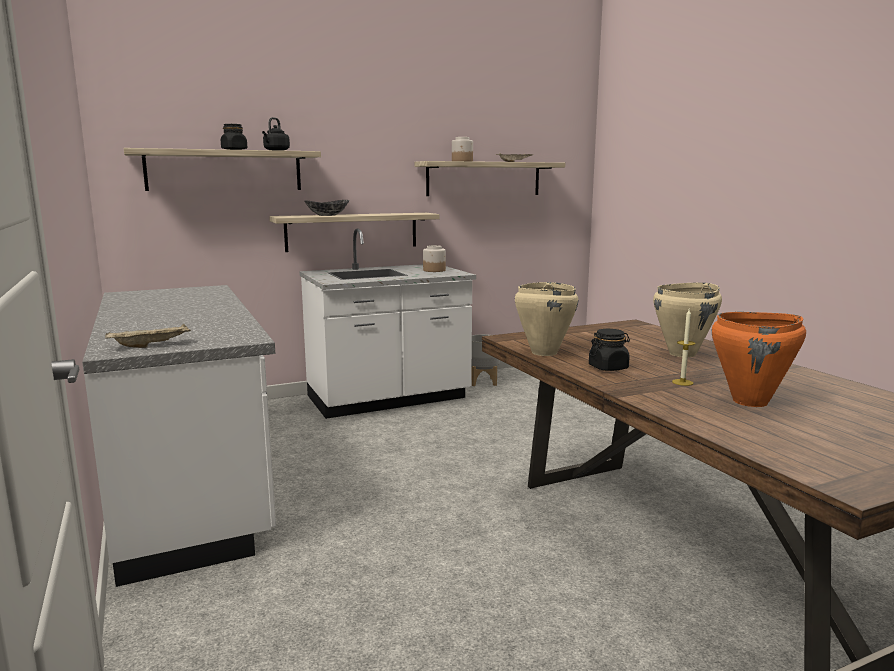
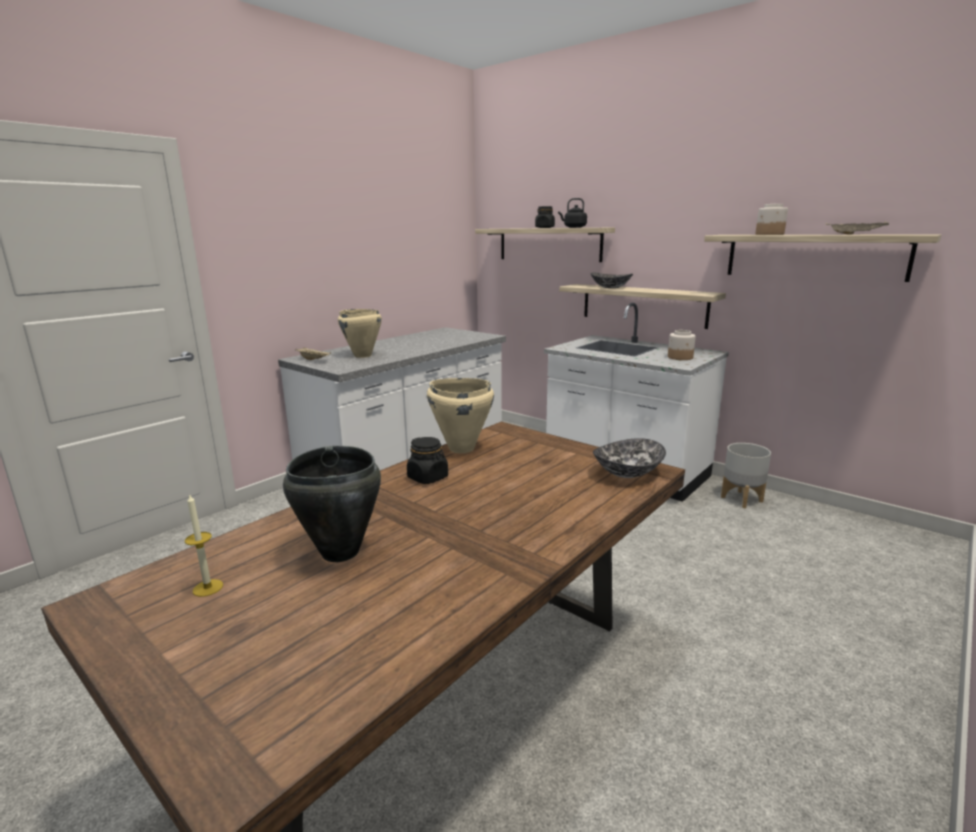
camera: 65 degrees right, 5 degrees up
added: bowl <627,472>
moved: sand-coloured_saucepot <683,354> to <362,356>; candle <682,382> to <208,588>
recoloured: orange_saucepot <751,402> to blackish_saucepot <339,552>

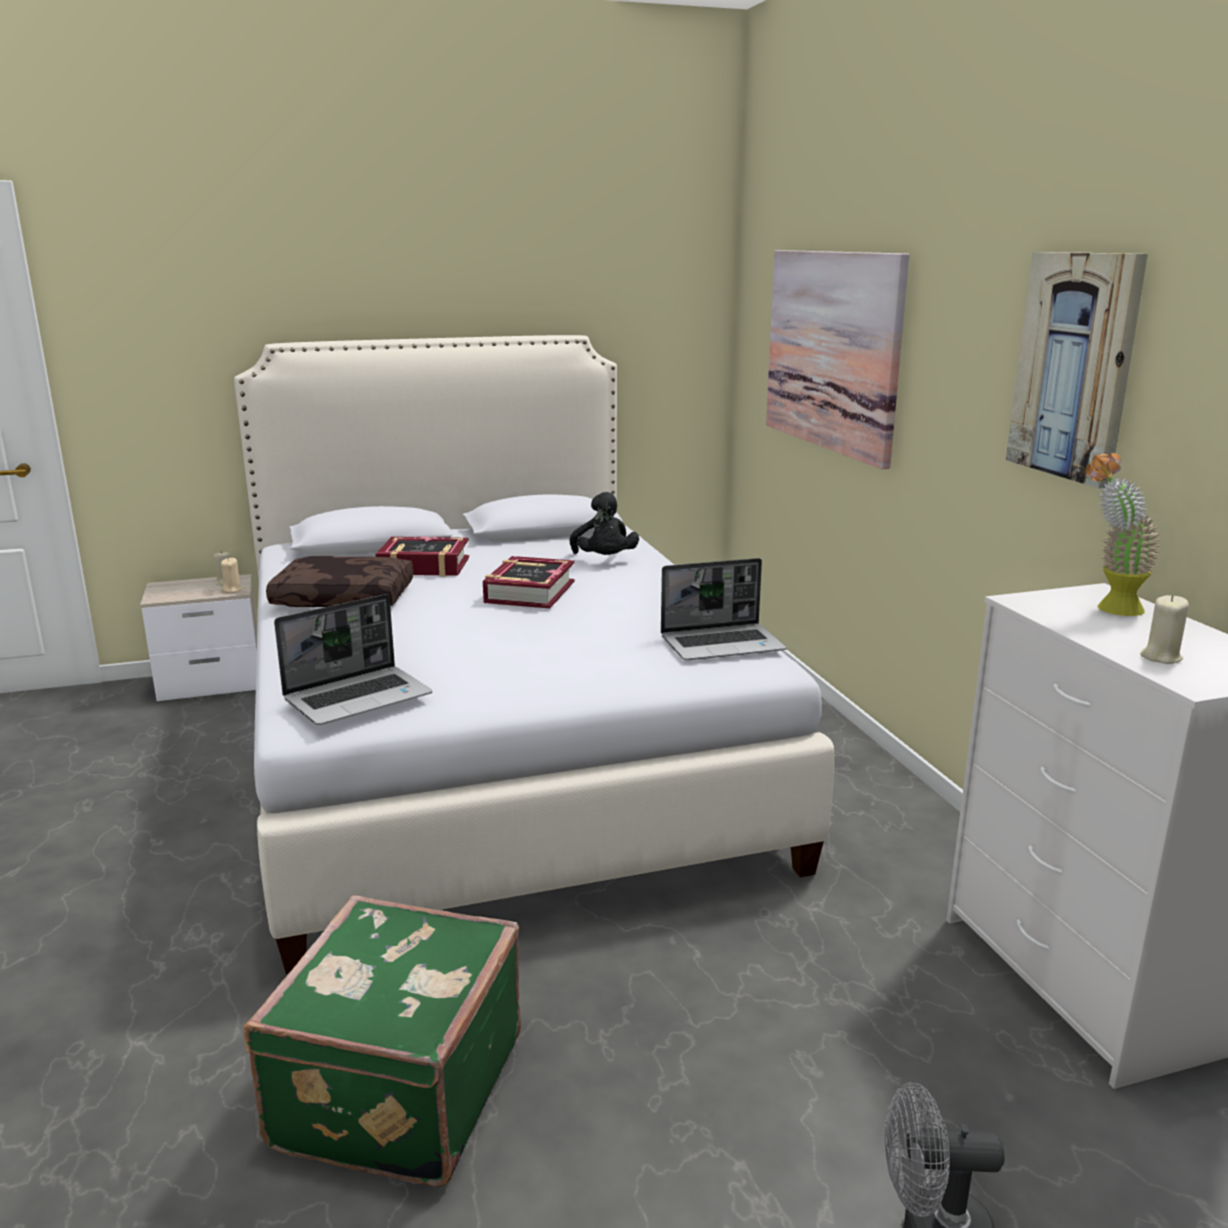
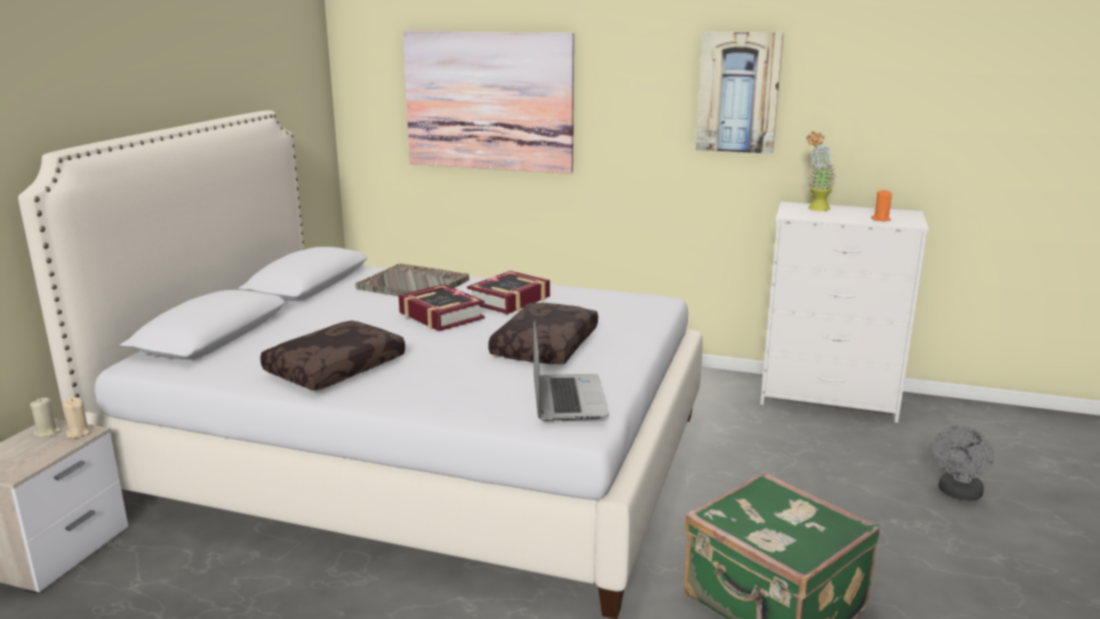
camera: 55 degrees left, 0 degrees up
removed: laptop <723,644>
added: brownish_pillow <544,345>
moved: volume <424,566> to <509,300>
replaced: blackish_cuddly_toy <604,560> to gray_carrying_tray <414,285>
recoloured: sand-coloured_candle <1160,657> to orange_candle <880,219>

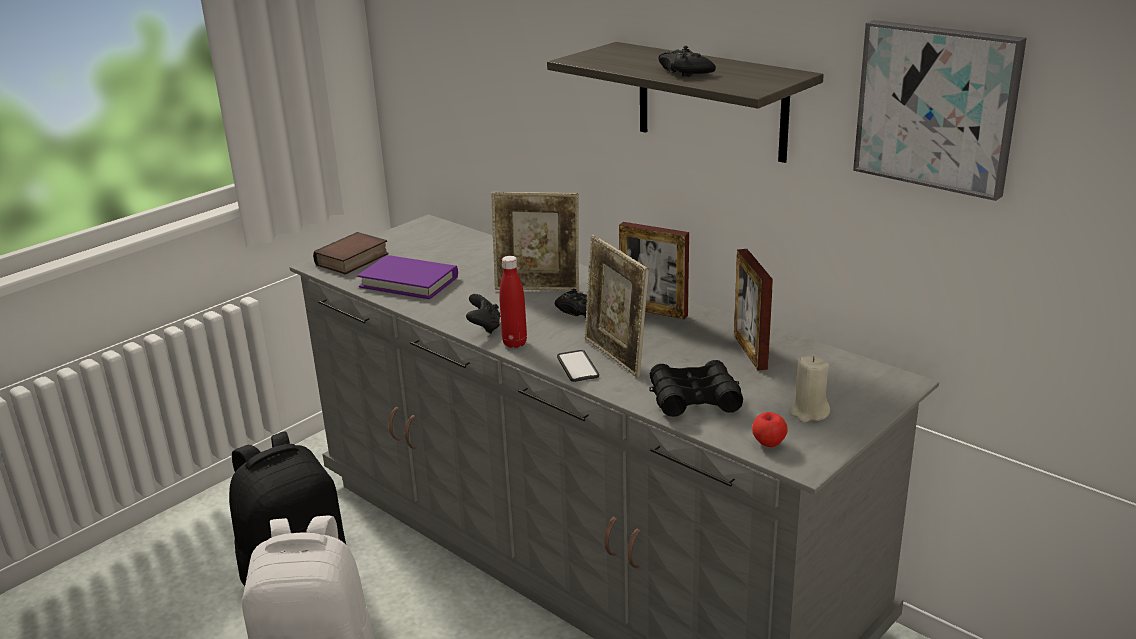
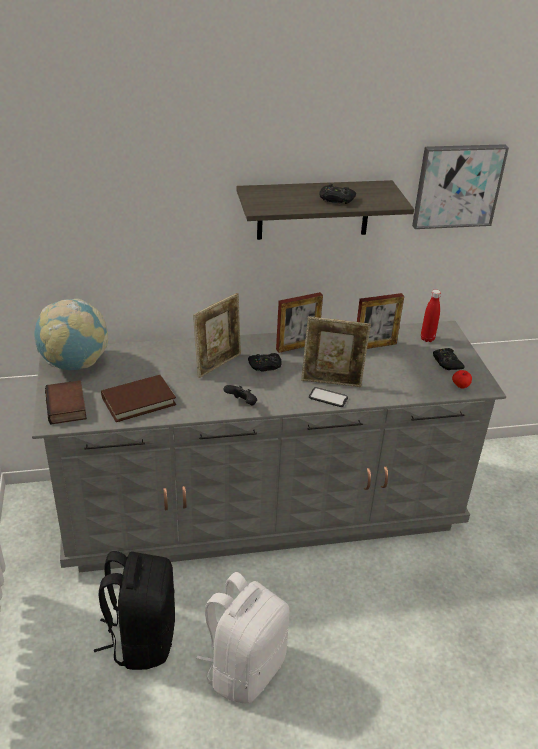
camera: 55 degrees left, 10 degrees up
removed: blackish_field_glasses <694,399>
added: world_globe <75,364>
moved: red_drink_bottle <514,343> to <427,339>
replaced: sand-coloured_candle <809,413> to blackish_game_controller <446,363>
recoloured: purple-coloured_volume <409,282> to brownish_volume <138,401>
turned: standing_frame <750,352> = <375,345> 45 degrees counterclockwise

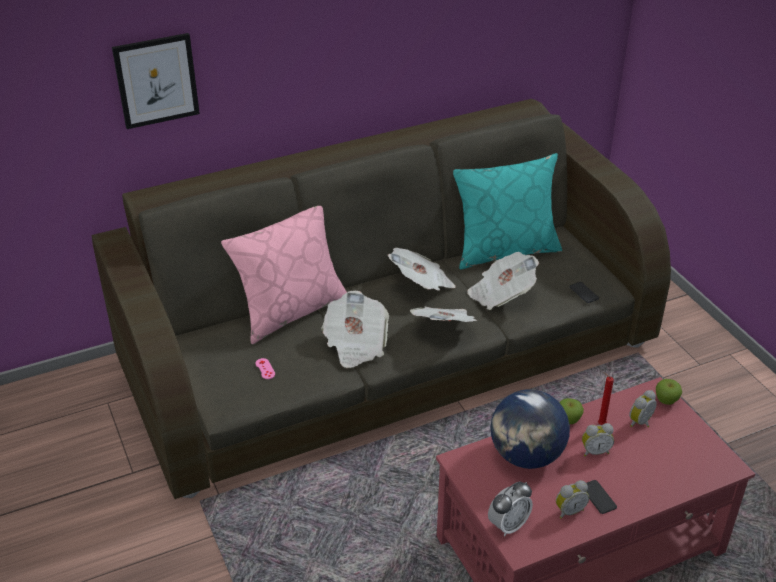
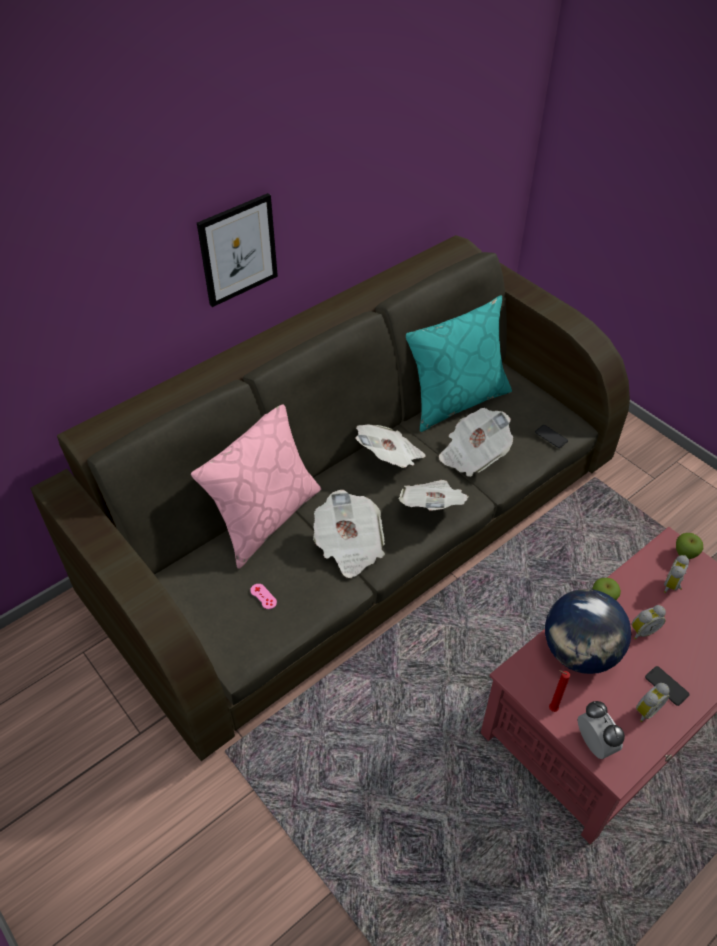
camera: 15 degrees left, 10 degrees up
moved: wall_art <156,80> to <238,250>; red_candle <600,424> to <551,709>
turned: alarm_clock <508,525> = <594,744> 60 degrees counterclockwise

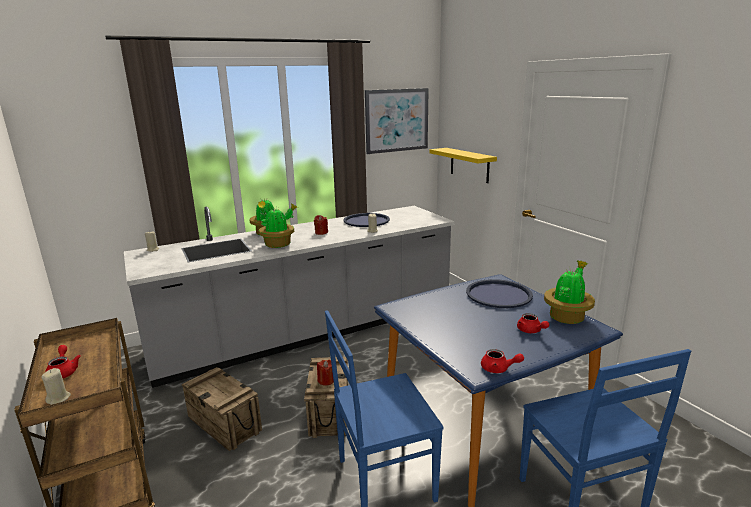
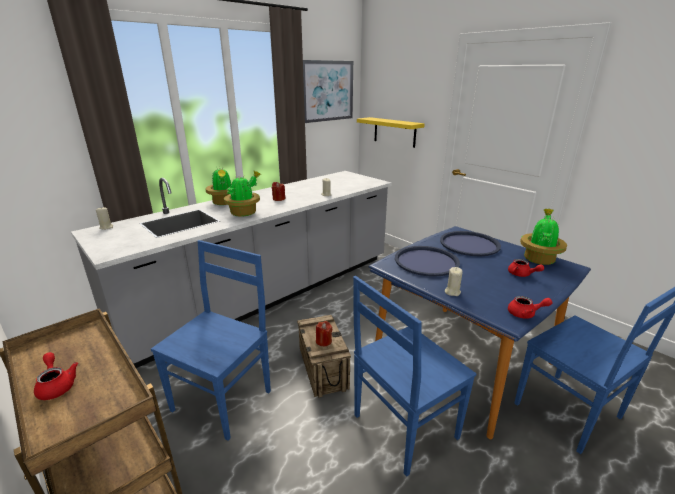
camera: 15 degrees left, 5 degrees up
moved: sand-coloured_candle <58,399> to <452,292>; blue-coloured_carrying_tray <366,221> to <426,261>
replaced: packing_crate <225,424> to blue-coloured_upright_chair <224,399>

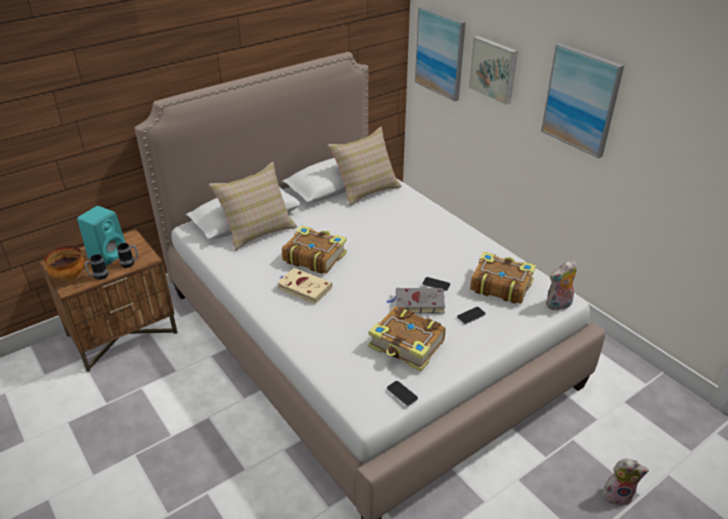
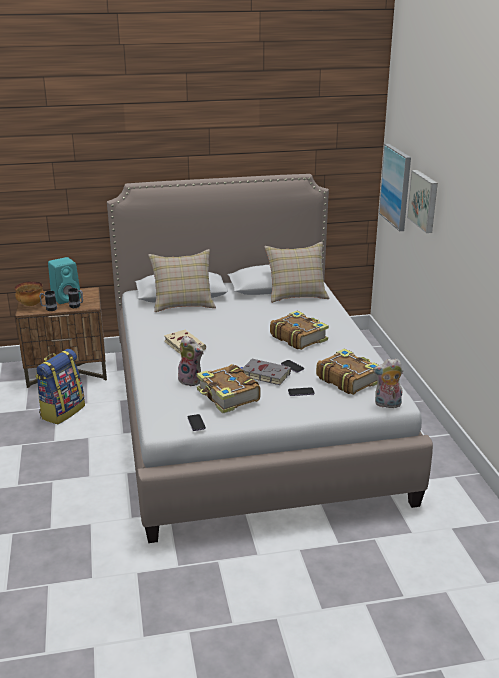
camera: 25 degrees right, 10 degrees down
removed: wall_art <581,100>
added: backpack <62,411>
moved: volume <314,257> to <298,337>; cuddly_toy <617,494> to <191,380>

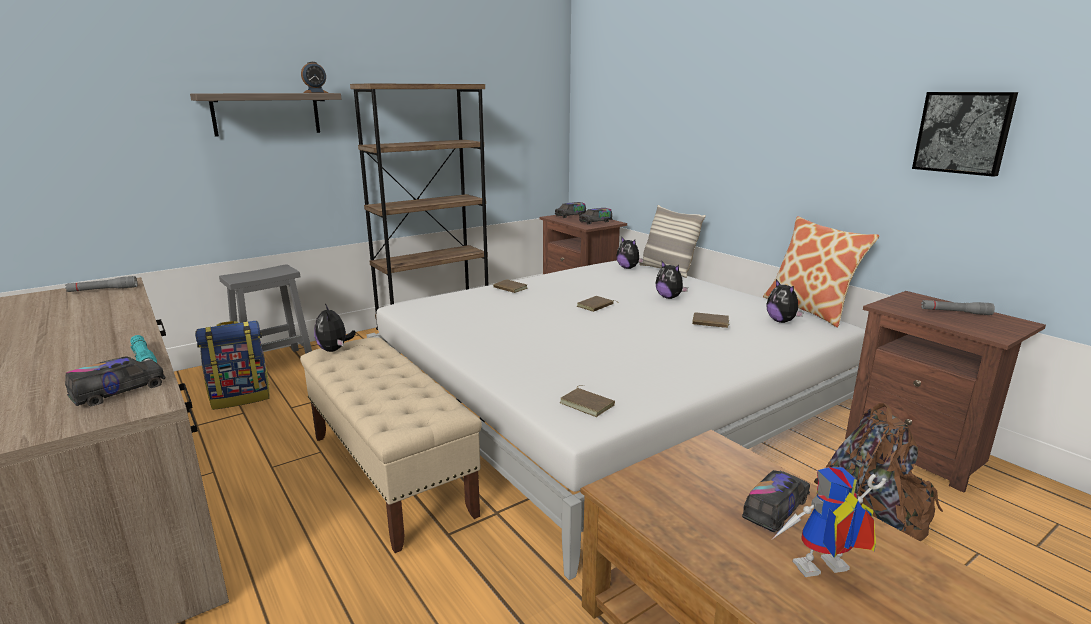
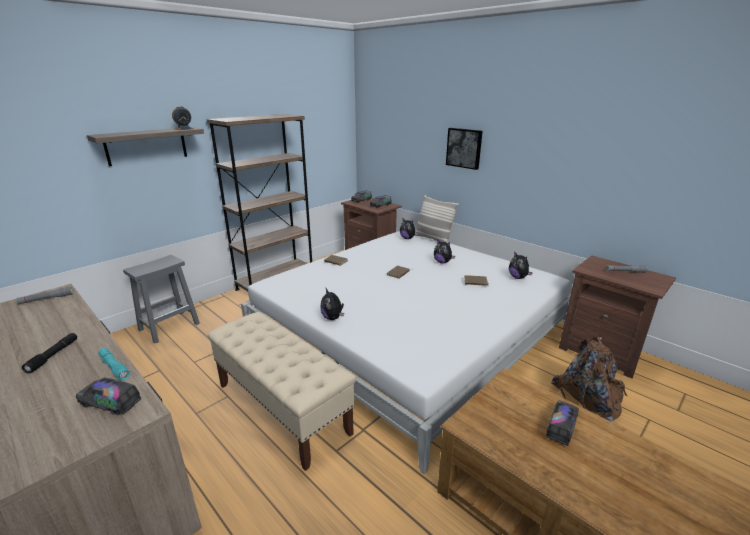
camera: 10 degrees left, 5 degrees up
removed: backpack <241,397>; brownish_volume <588,404>; pillow <810,309>; toy_robot <821,573>
added: blackish_flashlight <53,356>
moved: cuddly_toy <334,350> to <333,318>; wall_art <963,132> to <464,148>
turned: model_truck <119,392> = <110,403> 105 degrees counterclockwise

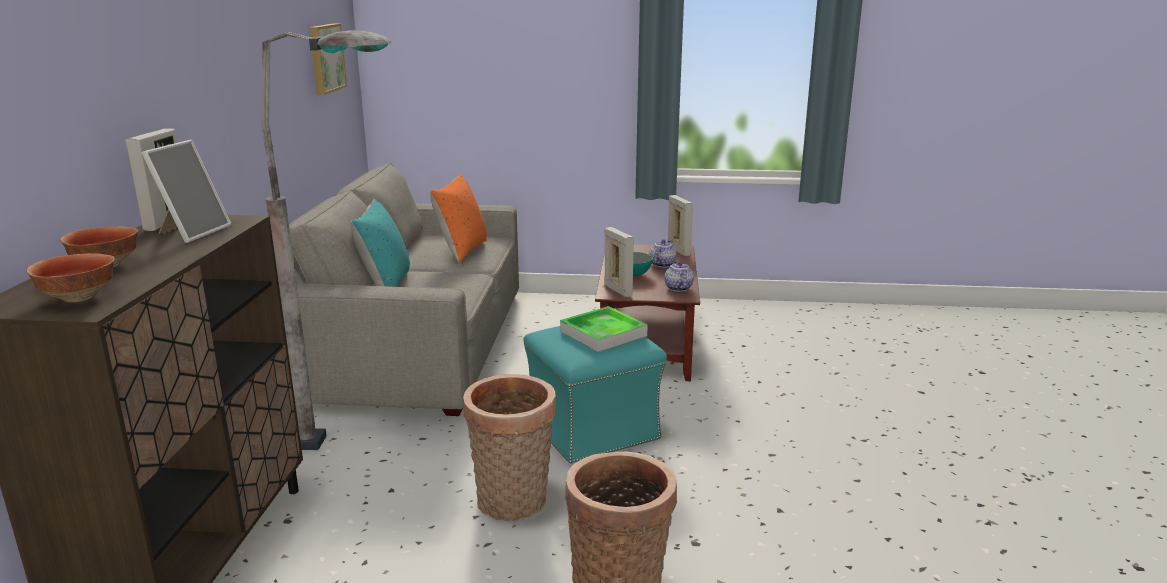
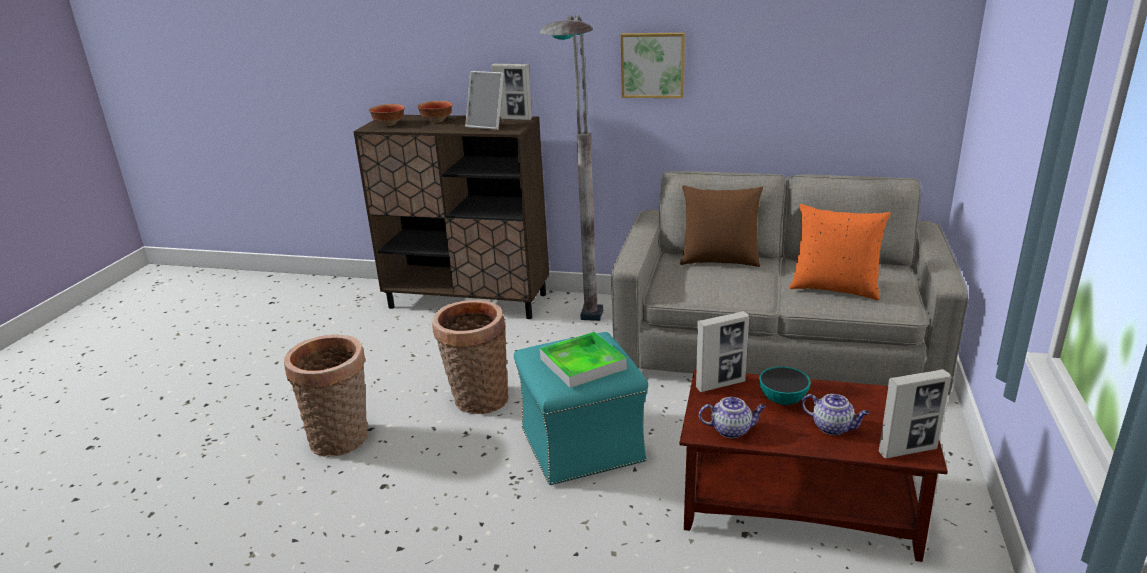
camera: 100 degrees right, 5 degrees up
moved: wall_art <325,58> to <653,65>
recoloured: blue-green_pillow <385,284> to brownish_pillow <719,260>

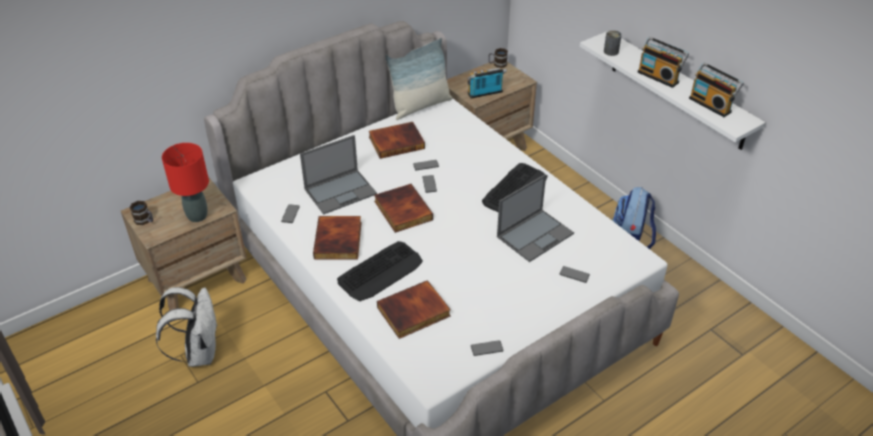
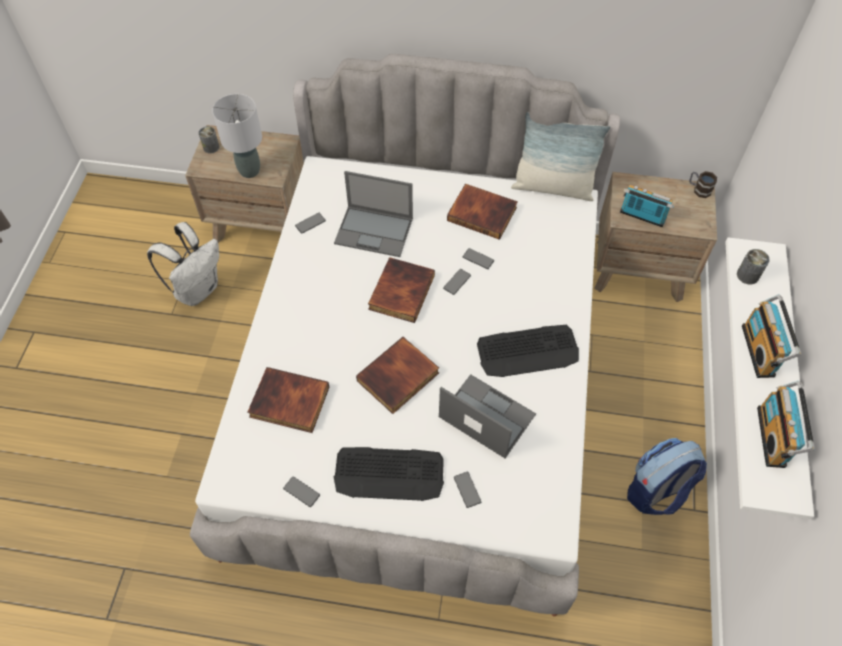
camera: 45 degrees right, 15 degrees up
moved: volume <339,240> to <398,378>; keyboard <380,271> to <389,473>
replaced: tea_mug <145,221> to can <211,147>
recoloured: red_lamp_for_a_table <197,216> to gray_lamp_for_a_table <249,170>
turned: laptop <535,235> = <485,415> 150 degrees counterclockwise

